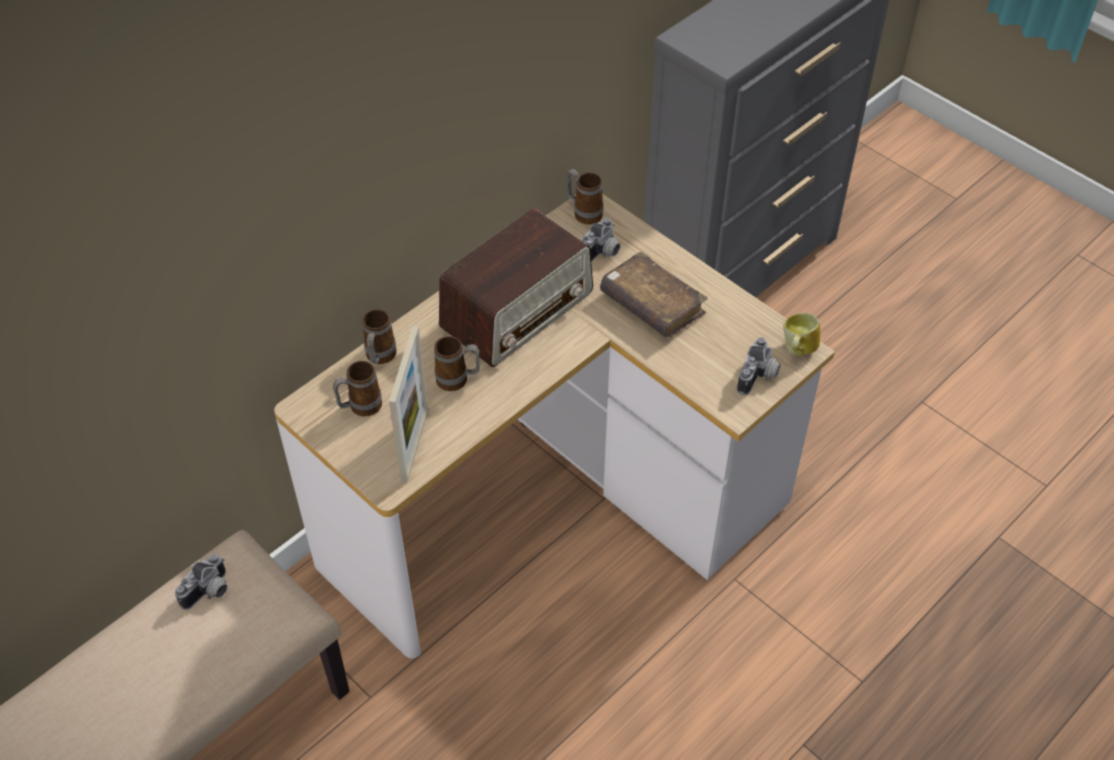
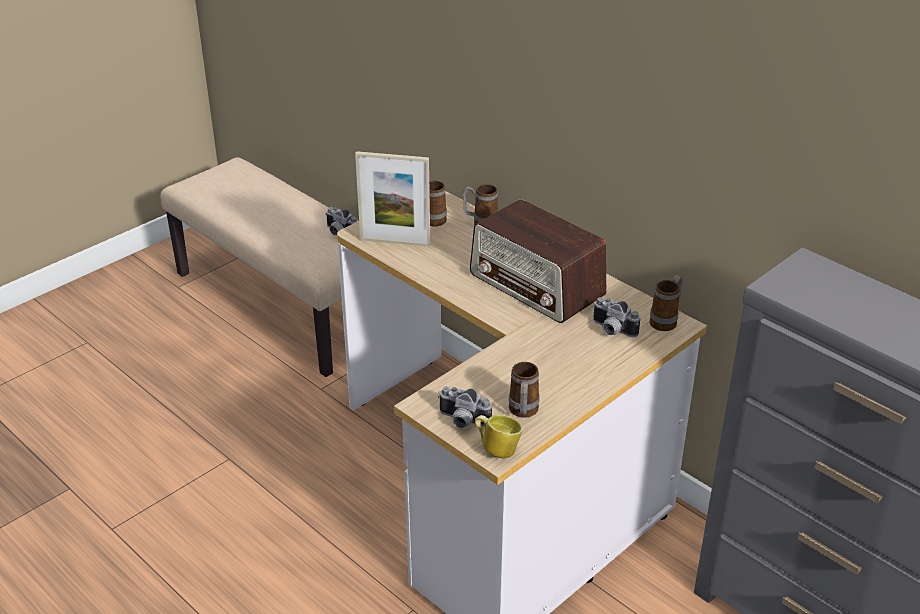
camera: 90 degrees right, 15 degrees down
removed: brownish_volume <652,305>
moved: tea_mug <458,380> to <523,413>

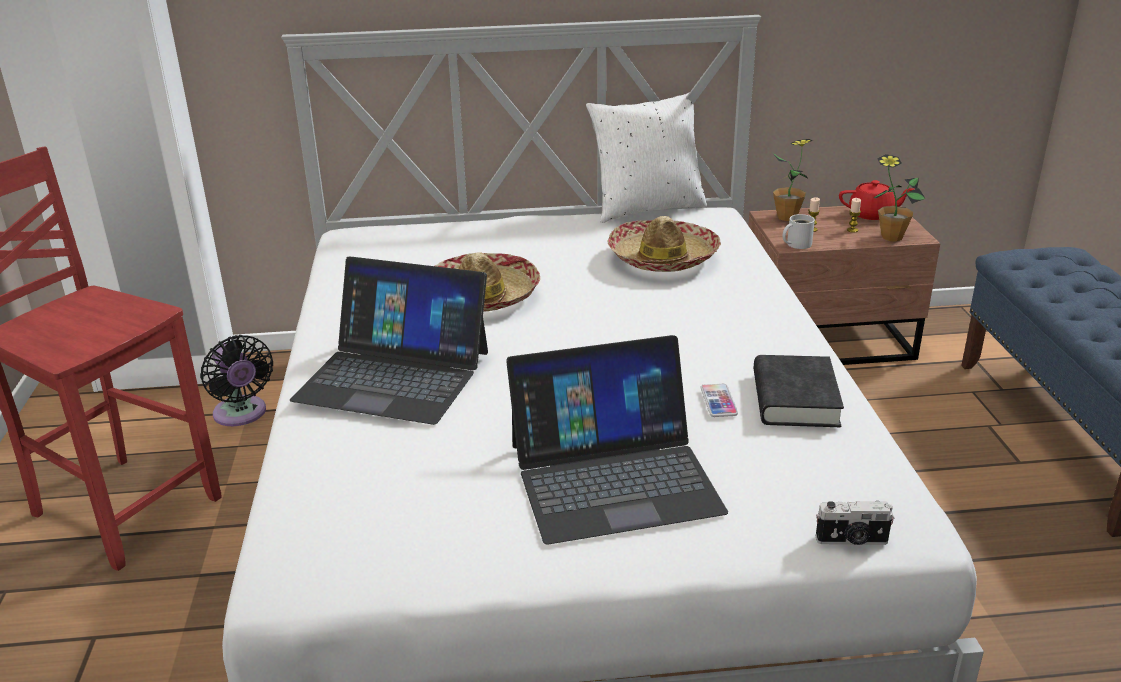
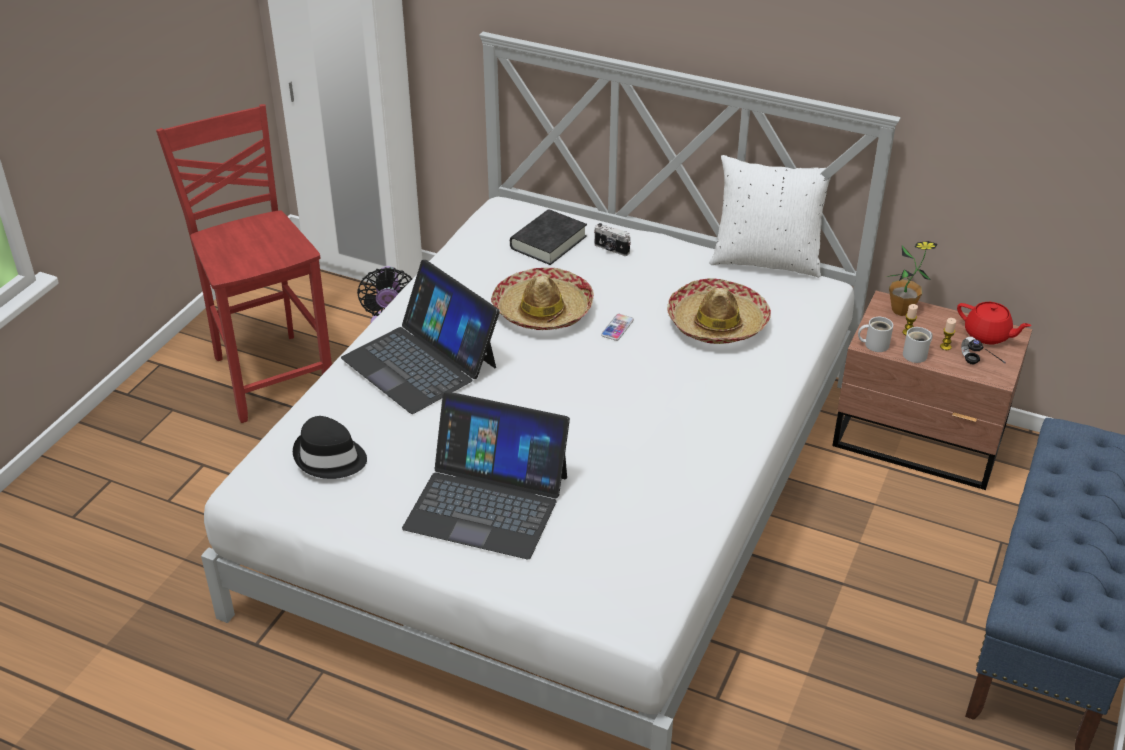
camera: 30 degrees right, 10 degrees up
added: blackish_clothing_hat <329,458>; white_tea_mug <917,355>
moved: phone <718,401> to <617,328>; blackish_volume <795,399> to <548,242>; still_camera <852,541> to <611,249>
replaced: plant_in_a_pot <891,237> to headset <973,368>

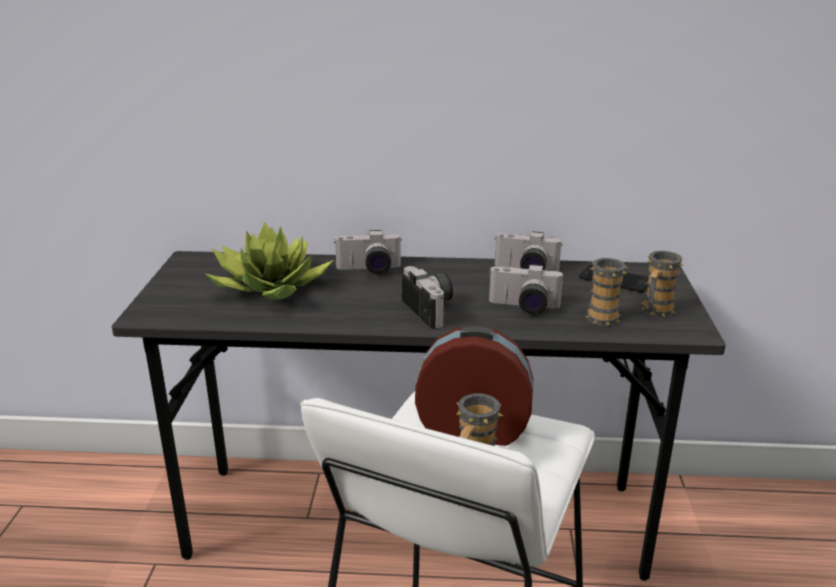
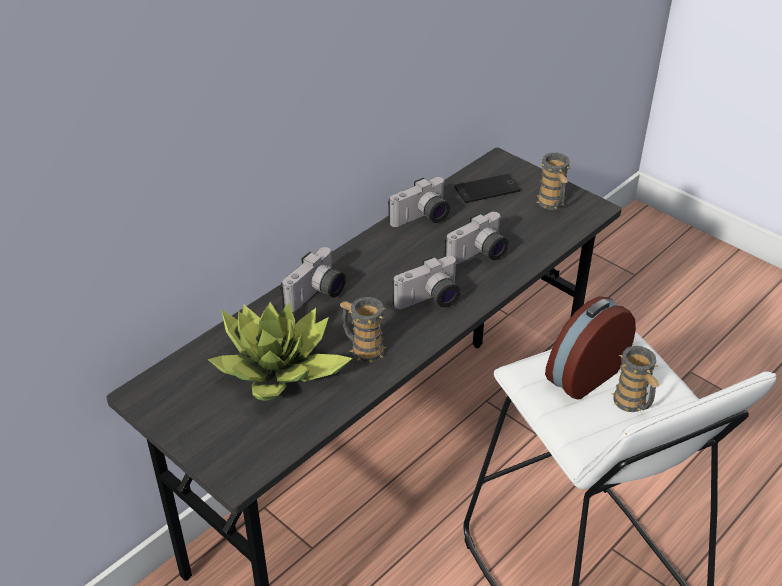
camera: 50 degrees left, 15 degrees up
moved: tea_mug <600,315> to <362,349>
turned: still_camera <432,309> = <430,301> 135 degrees clockwise

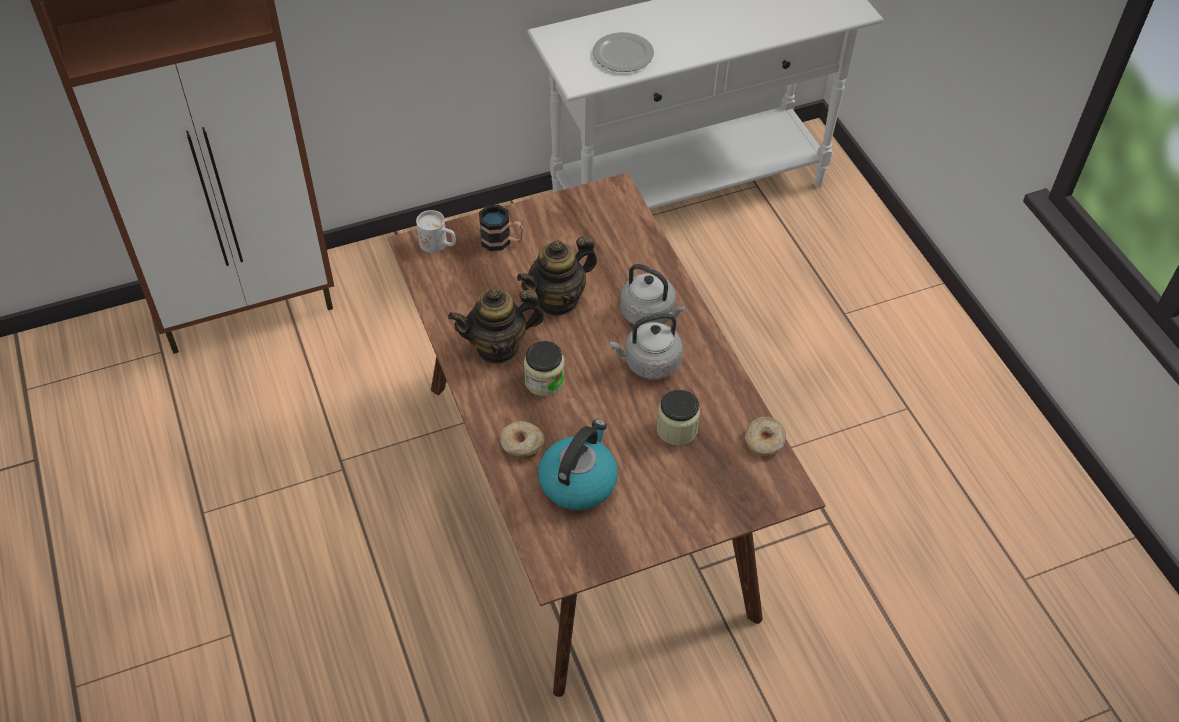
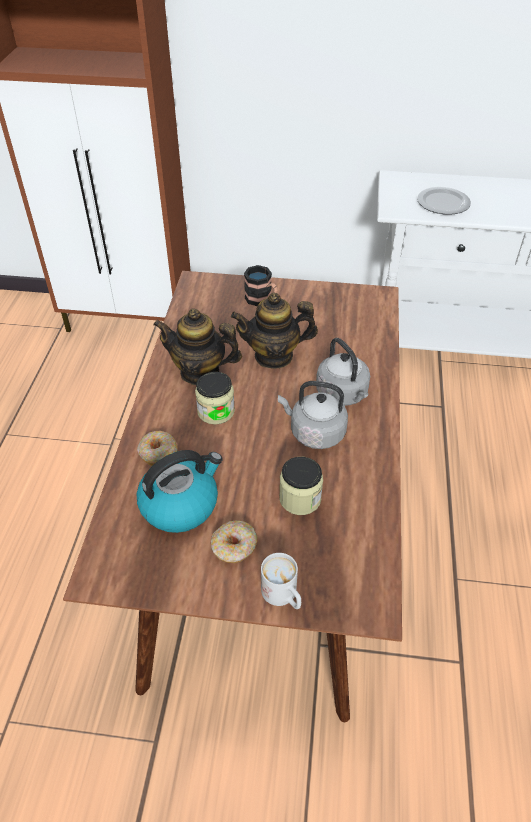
camera: 30 degrees right, 5 degrees down
moved: white_tea_mug <438,245> to <283,596>; donut <764,441> to <234,547>

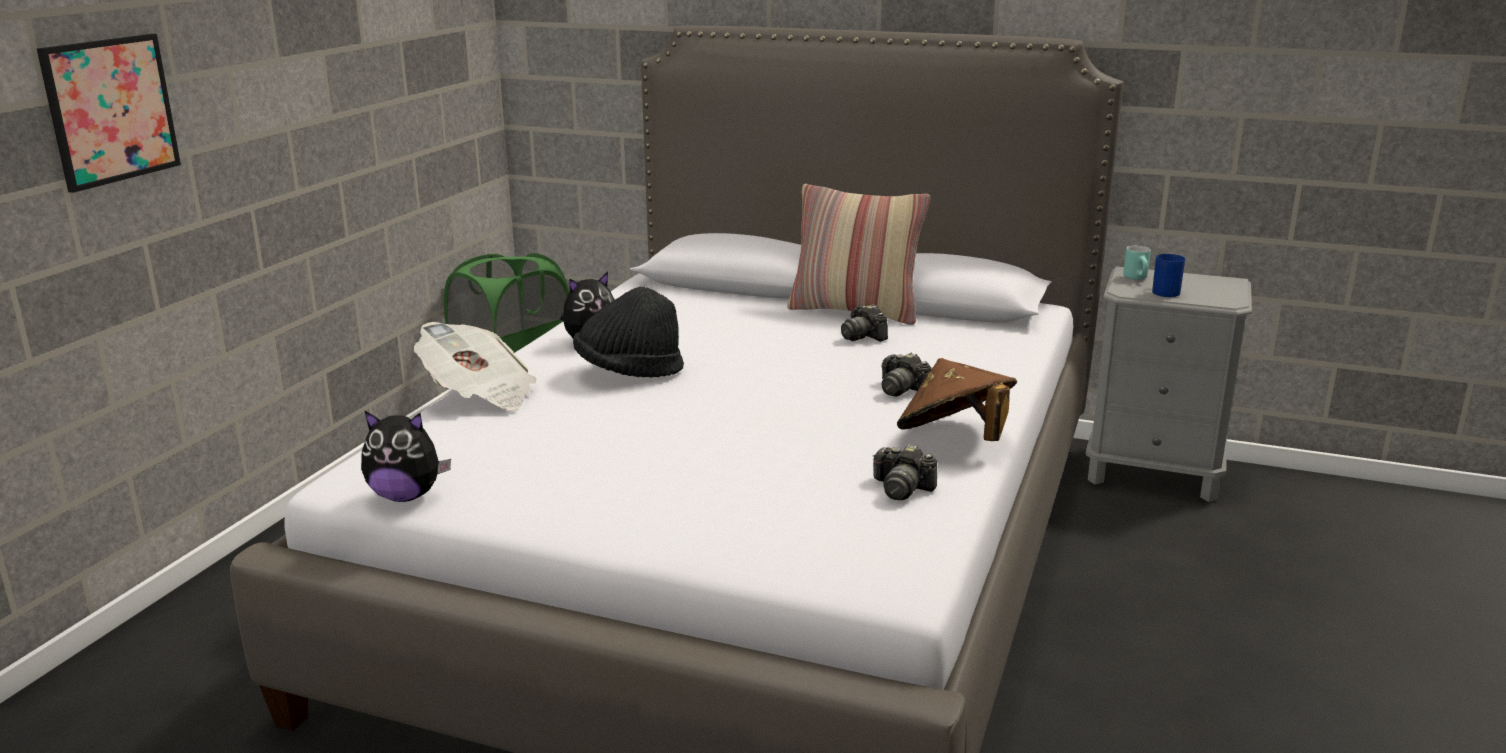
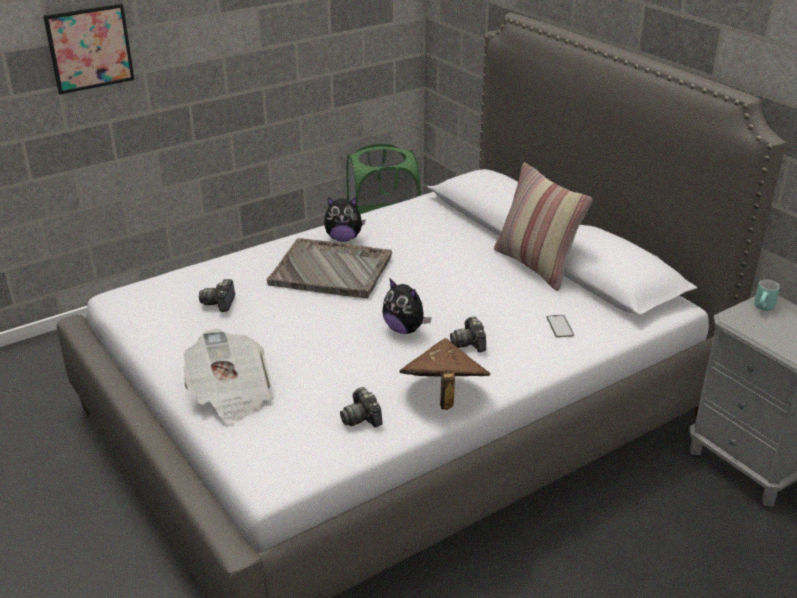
camera: 35 degrees right, 10 degrees up
removed: blue-coloured_tea_mug <1163,291>
added: phone <560,326>
moved: cuddly_toy <406,496> to <405,329>; printed_paper <480,394> to <230,395>; still_camera <863,336> to <220,303>
replaced: blackish_clothing_hat <629,372> to gray_carrying_tray <332,271>

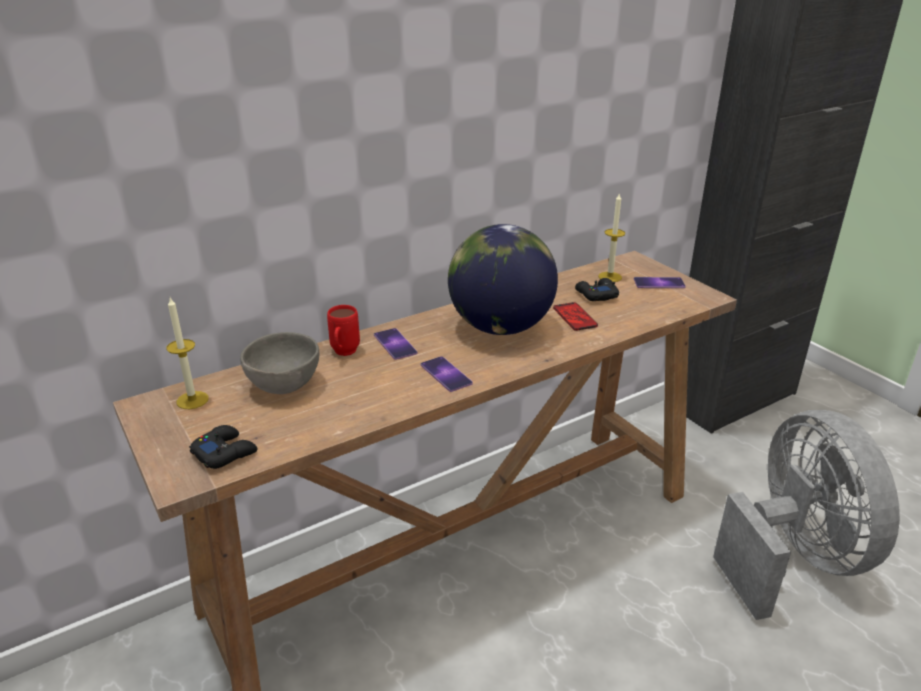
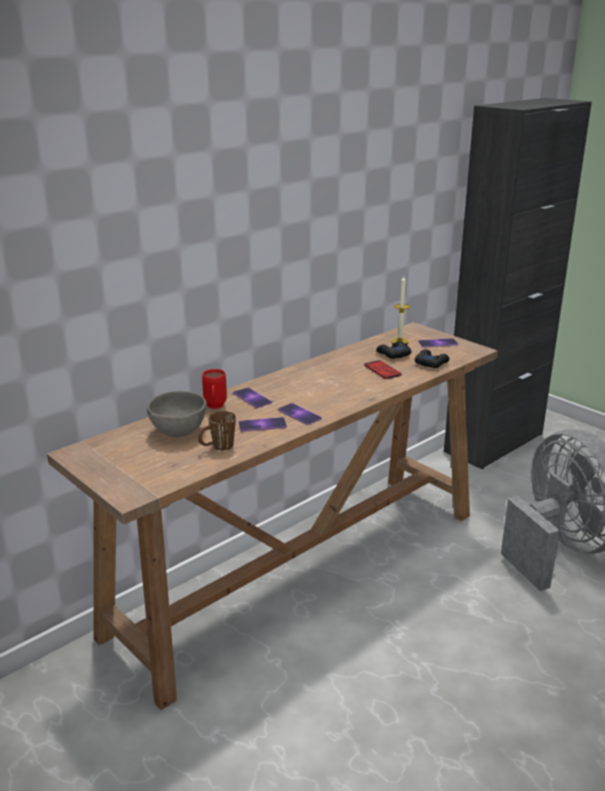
camera: 10 degrees left, 5 degrees down
removed: candle <192,400>; world_globe <500,328>
added: brownish_tea_mug <217,447>; phone <262,425>
moved: blackish_game_controller <224,453> to <431,363>

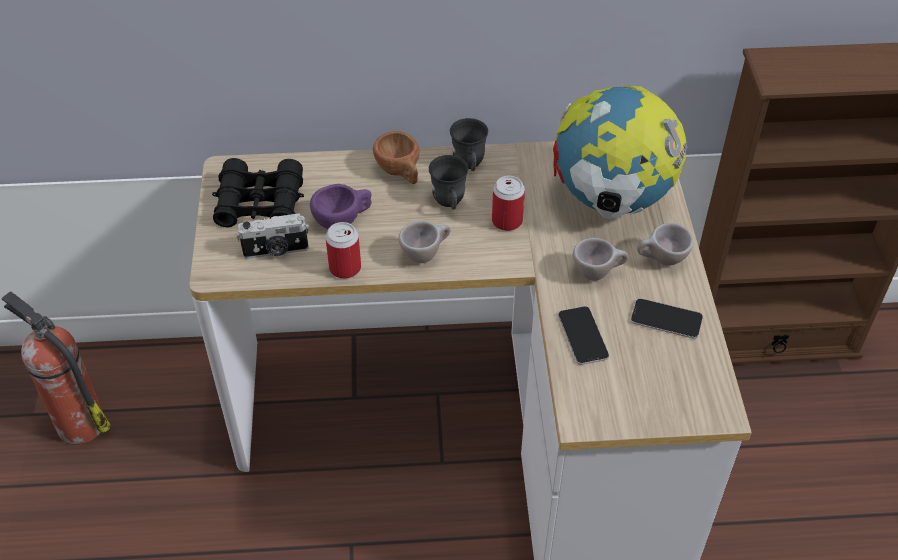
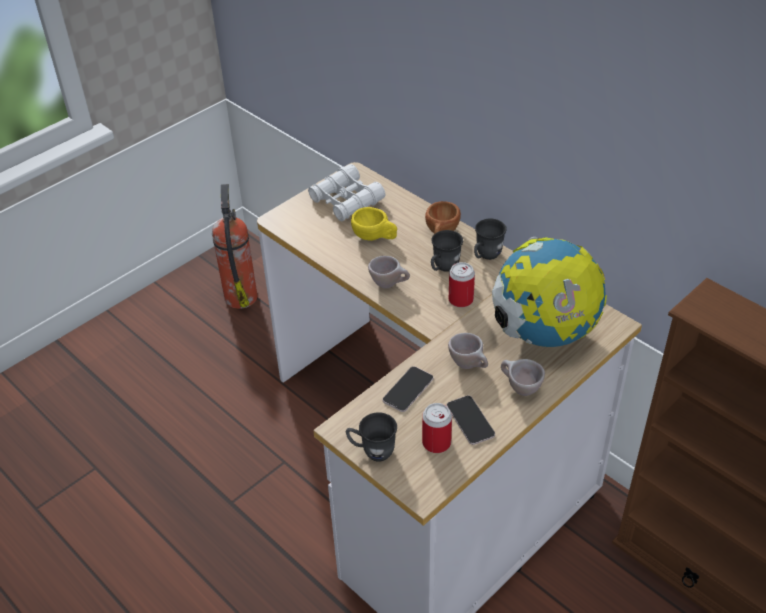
camera: 50 degrees right, 5 degrees down
removed: still_camera <276,251>
added: gray_tea_mug <372,451>
moved: can <345,268> to <436,443>
recoloured: blackish_field_glasses <260,203> to white_field_glasses <346,201>; purple-coloured_small_cup <343,219> to yellow_small_cup <375,237>

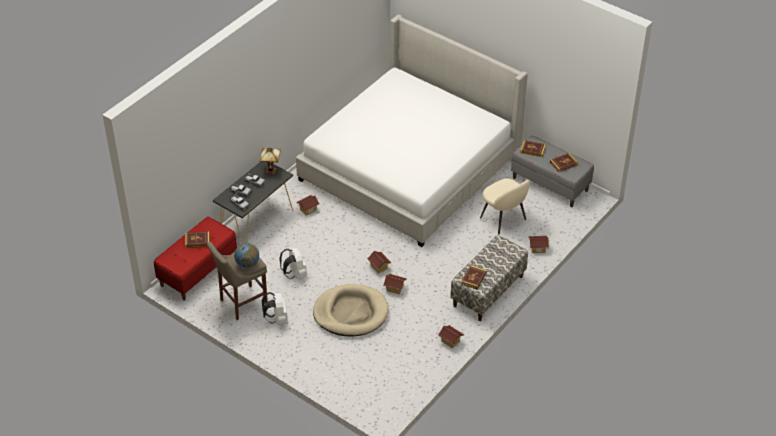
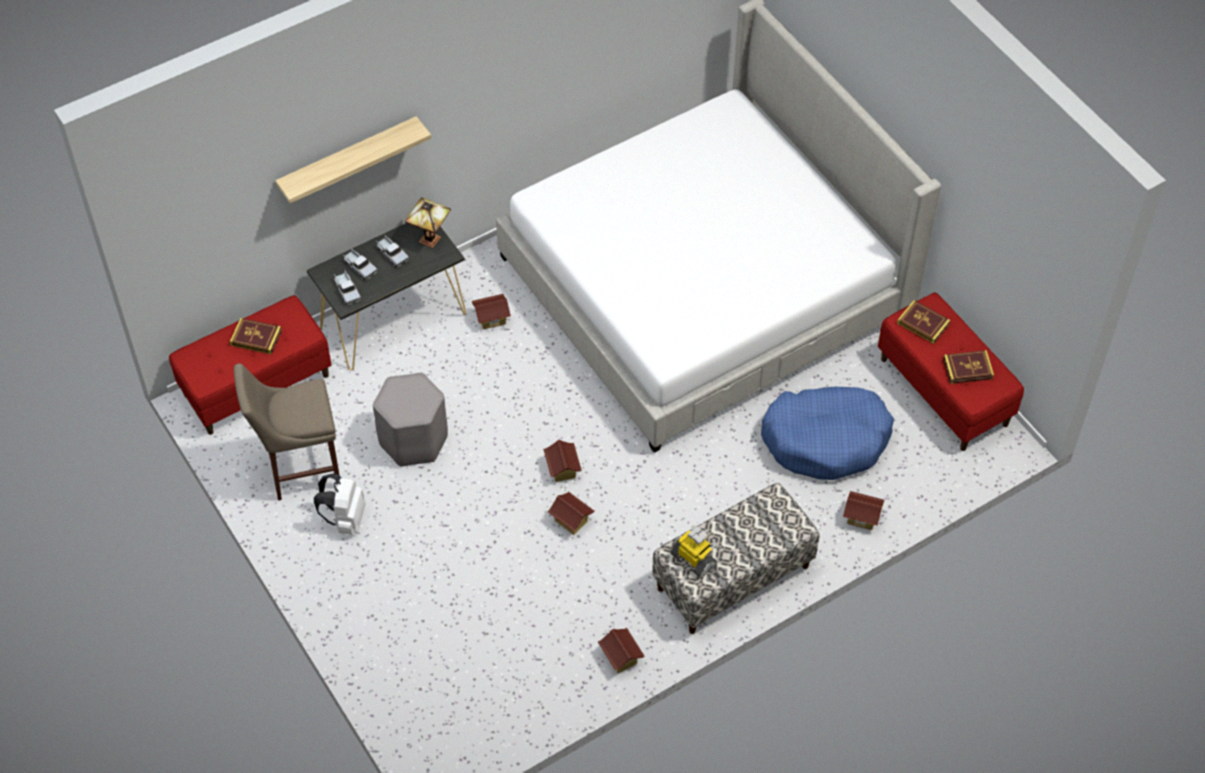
camera: 20 degrees right, 10 degrees up
removed: world_globe <247,264>; sand-coloured_dog_cushion <351,313>
added: shelf <348,159>
replaced: white_backpack <295,274> to gray_stool <413,440>; volume <473,278> to toy_robot <694,559>; sand-coloured_upright_chair <503,219> to blue-coloured_dog_cushion <826,439>
recoloured: gray_indoor_bench <550,184> to red_indoor_bench <944,391>

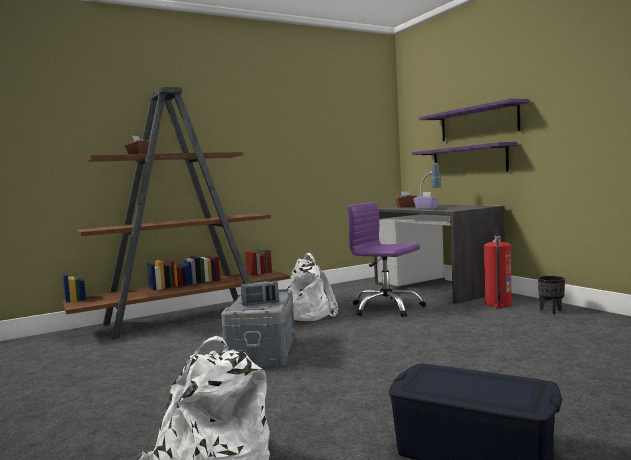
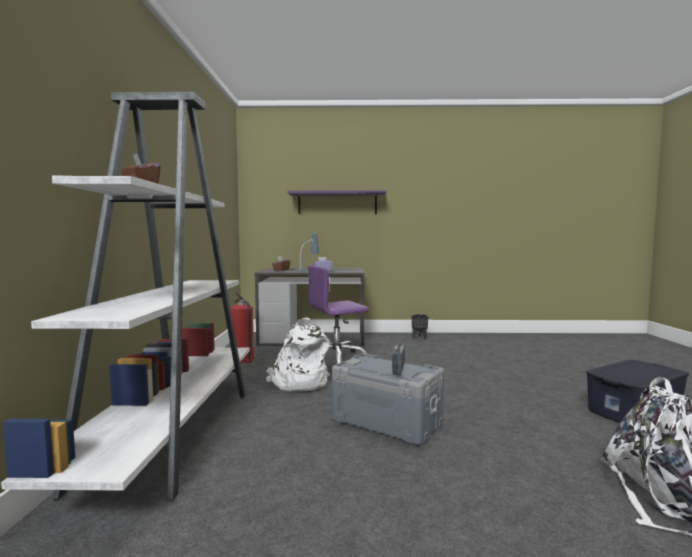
camera: 60 degrees left, 0 degrees up
removed: purple-coloured_shelf <468,160>
moved: fire_extinguisher <498,304> to <243,359>
recoloured: brownish_bookcase <185,317> to white_bookcase <174,432>

